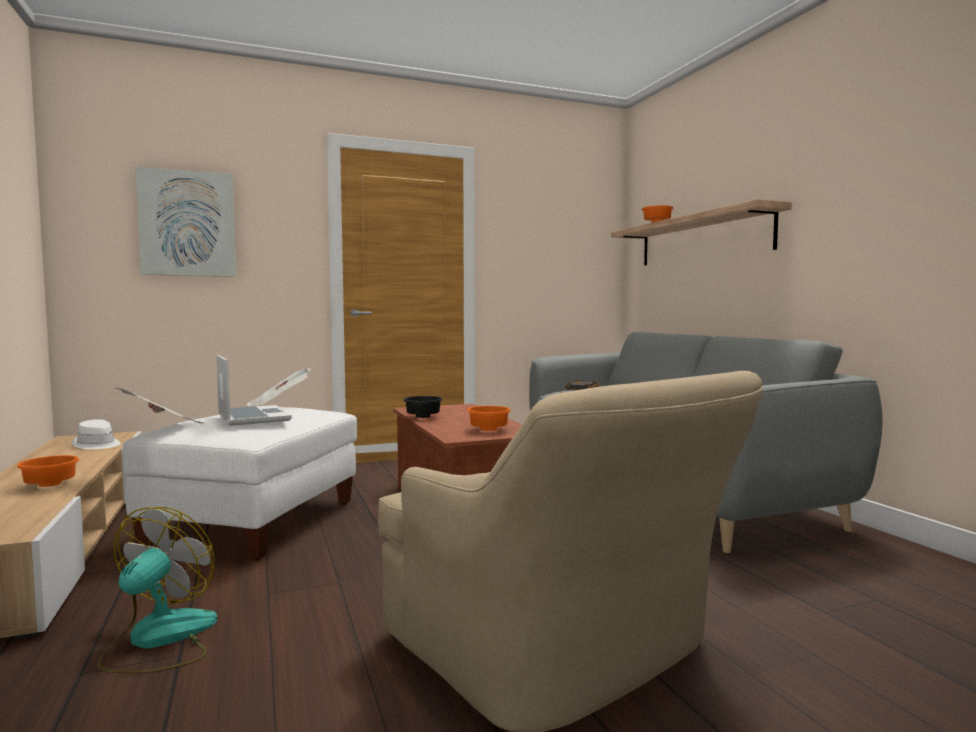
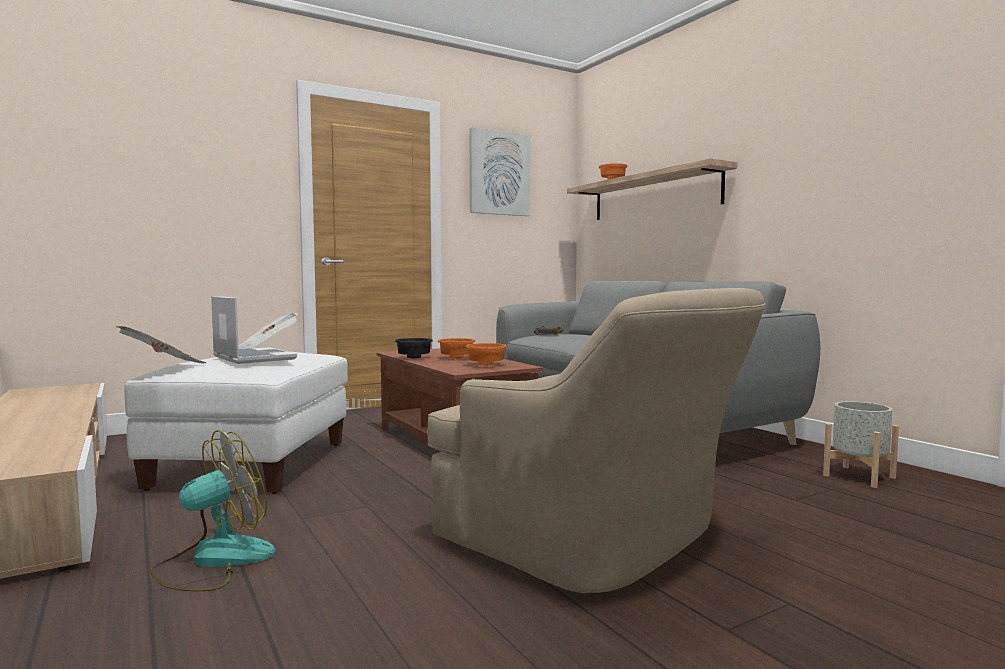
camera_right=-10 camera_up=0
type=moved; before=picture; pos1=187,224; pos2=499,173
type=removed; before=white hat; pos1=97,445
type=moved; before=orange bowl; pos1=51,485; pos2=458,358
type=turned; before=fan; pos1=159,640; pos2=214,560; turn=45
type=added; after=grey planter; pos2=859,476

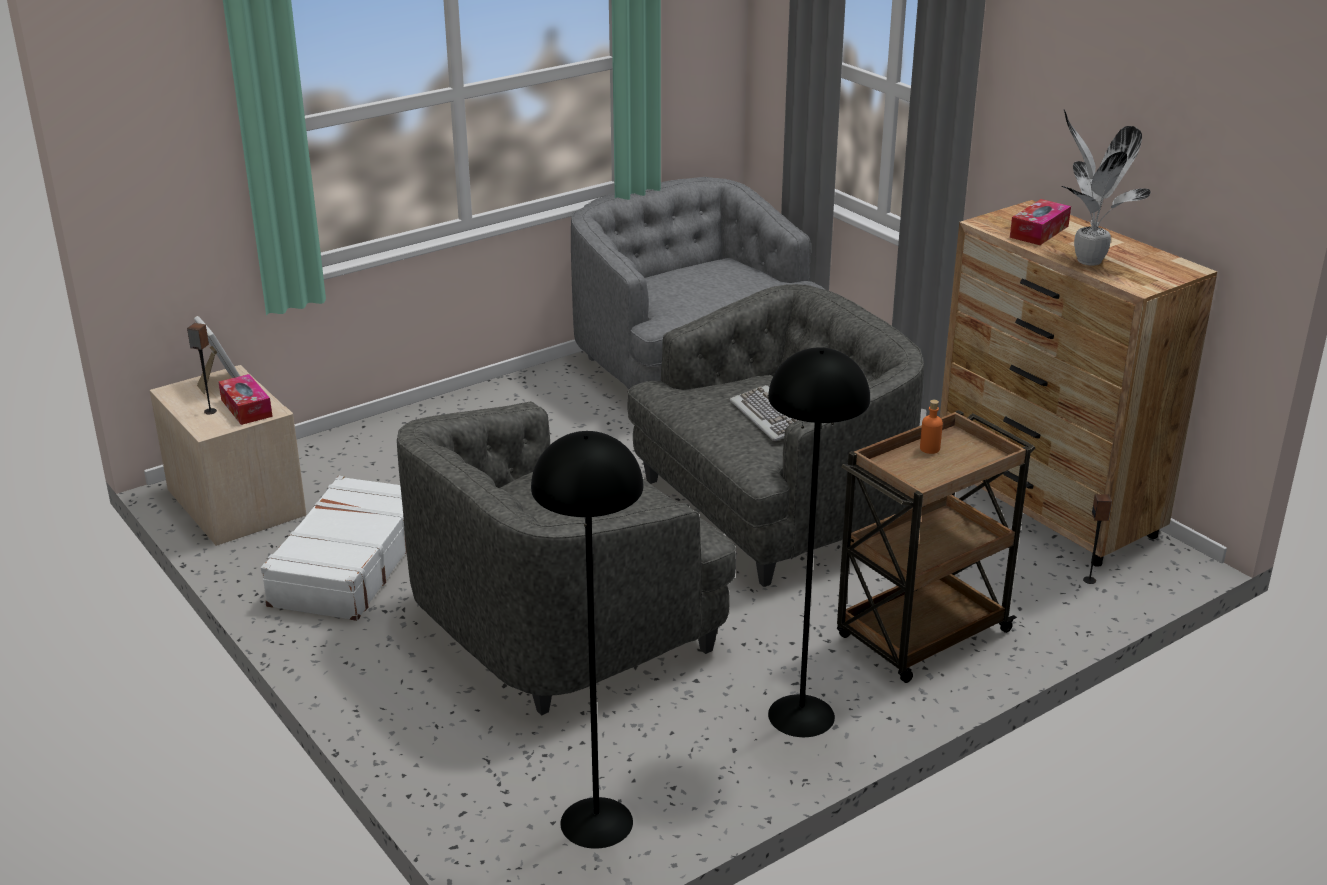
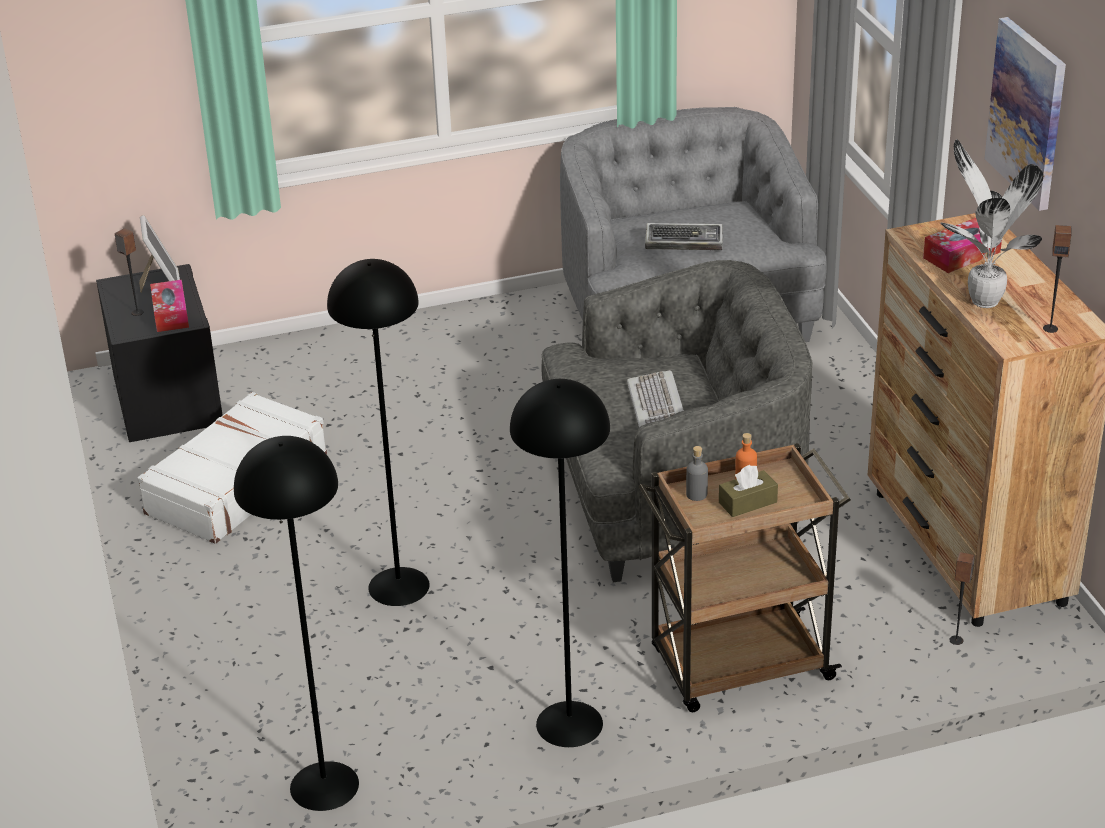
camera_right=20 camera_up=5
type=recoloured; before=beige nightstand; after=black nightstand; pos1=236,501; pos2=167,398
type=replaced; before=grey armchair; after=black floor lamp; pos1=563,626; pos2=398,586
type=added; after=picture; pos2=1027,113
type=added; after=keyboard; pos2=685,241
type=added; after=speaker; pos2=1050,328
type=added; after=grey bottle; pos2=696,494
type=added; after=brown tissue box; pos2=747,502

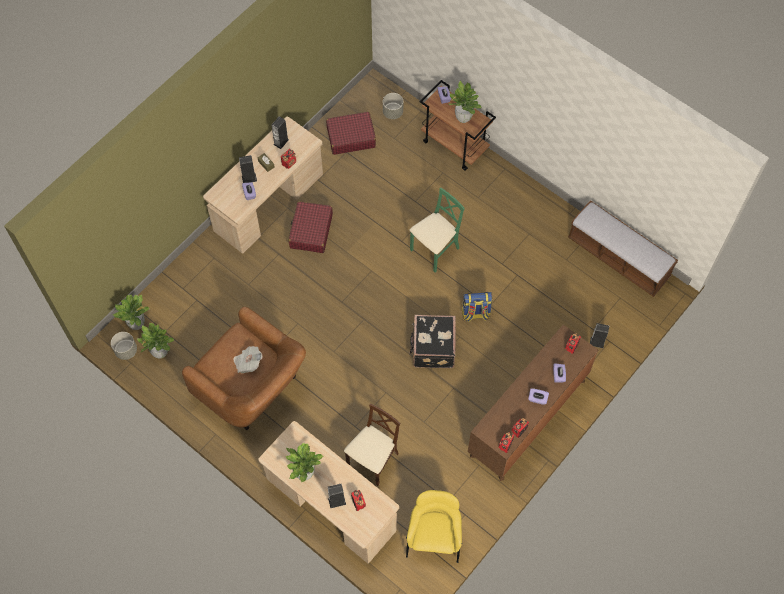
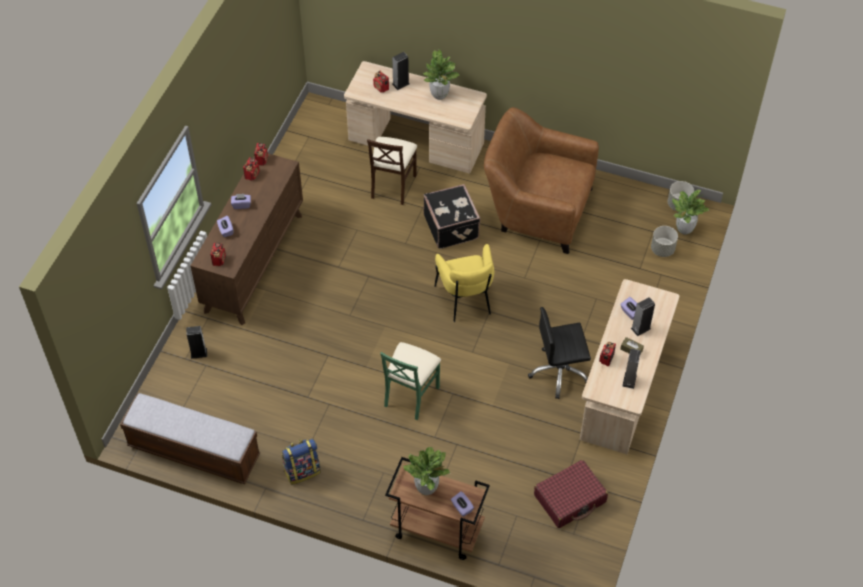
camera_right=160 camera_up=-10
type=moved; before=grey planter; pos1=393,112; pos2=662,249
type=replaced; before=red suitcase; after=black office chair; pos1=311,231; pos2=559,372
type=moved; before=backpack; pos1=475,314; pos2=302,471
type=moved; before=black suitcase; pos1=432,348; pos2=452,226
type=removed; before=potted plant; pos1=160,352
type=removed; before=newspaper; pos1=248,362
type=moved; before=yellow armchair; pos1=434,537; pos2=466,299

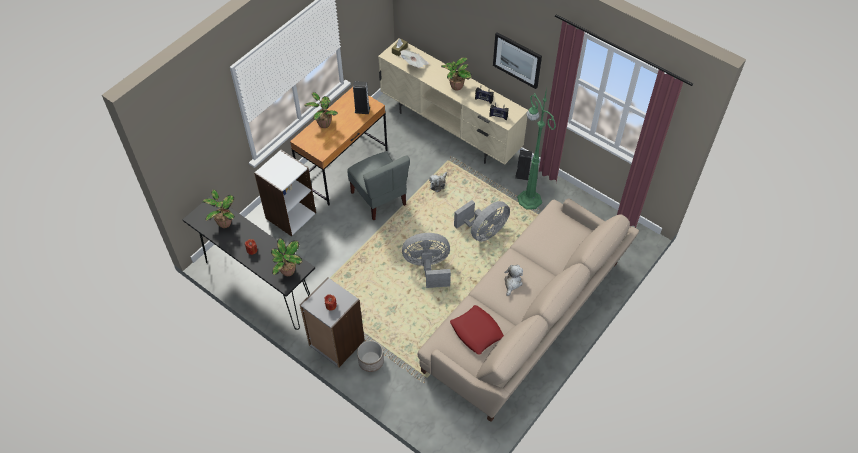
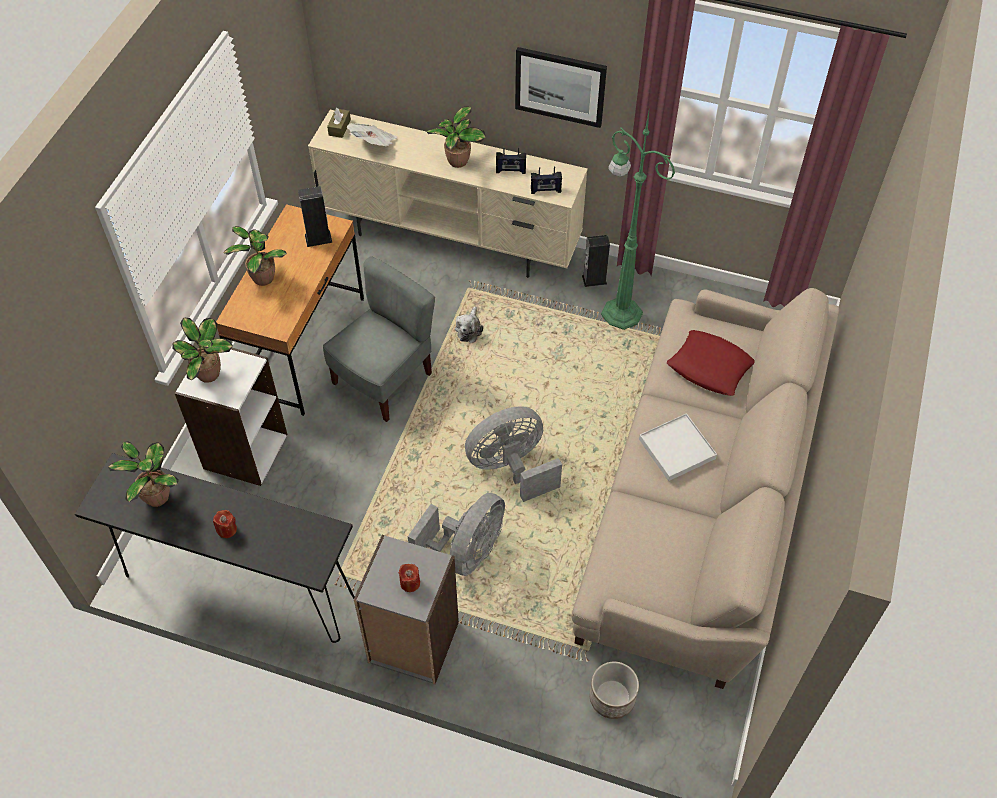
camera_right=-20 camera_up=0
type=turned; before=grey chair; pos1=379,198; pos2=384,380; turn=-90
type=moved; before=grey fan; pos1=483,231; pos2=466,552
type=moved; before=potted plant; pos1=288,271; pos2=210,374
type=replaced; before=plush toy; after=white tray; pos1=512,283; pos2=677,449
type=moved; before=red pillow; pos1=476,332; pos2=709,367
type=moved; before=planter; pos1=370,361; pos2=611,698

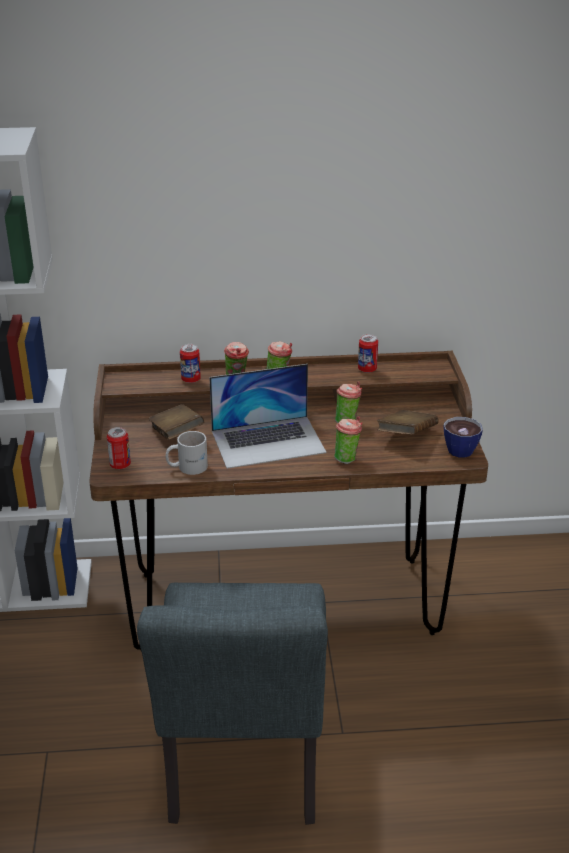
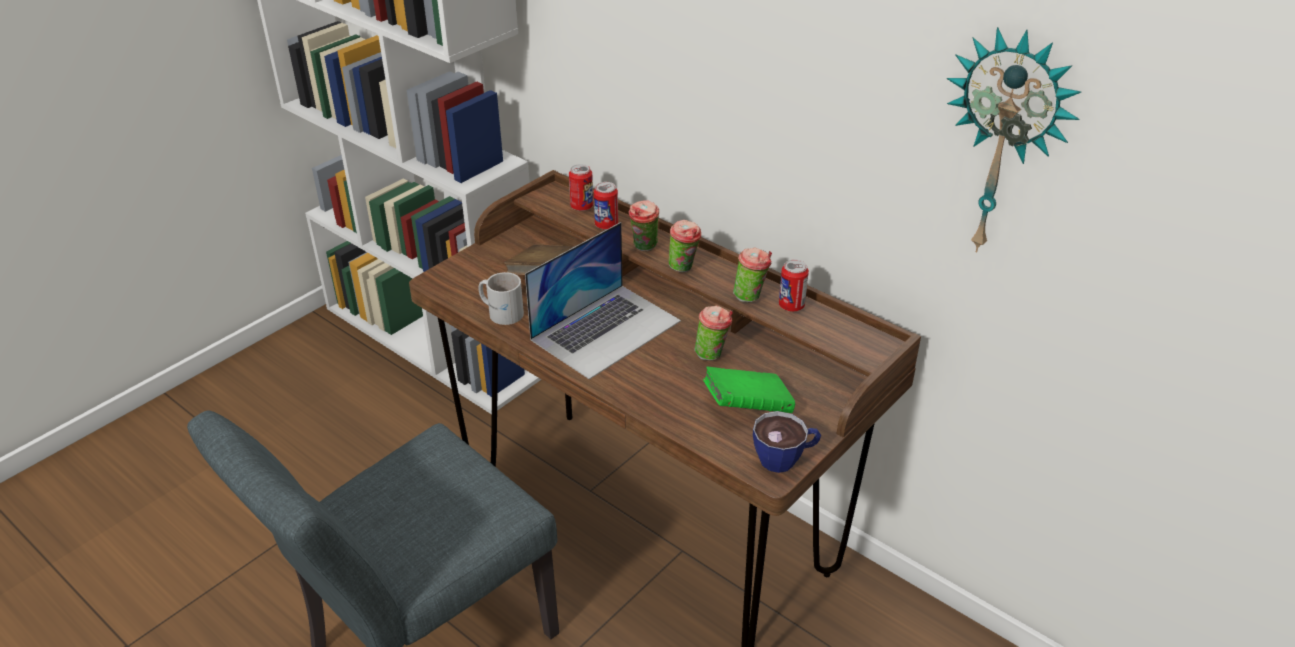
camera_right=45 camera_up=5
type=turned; before=laptop; pos1=268,441; pos2=606,330; turn=-75
type=recoloured; before=brown book; after=green book; pos1=406,436; pos2=747,407
type=moved; before=cup; pos1=347,458; pos2=751,297
type=moved; before=can; pos1=120,465; pos2=582,207
type=added; after=wall clock; pos2=1004,144

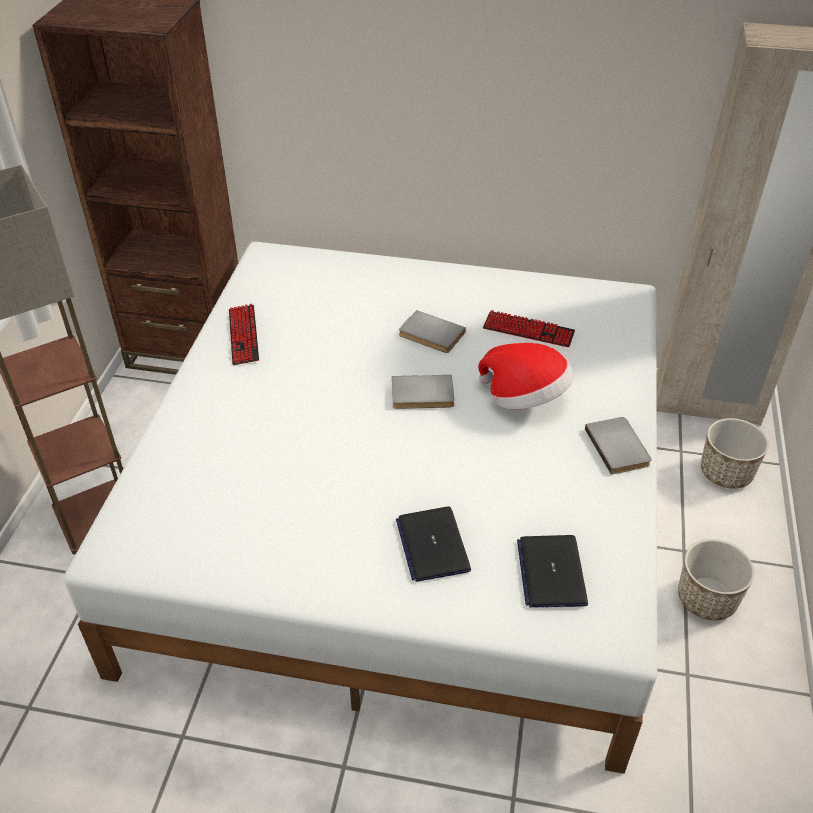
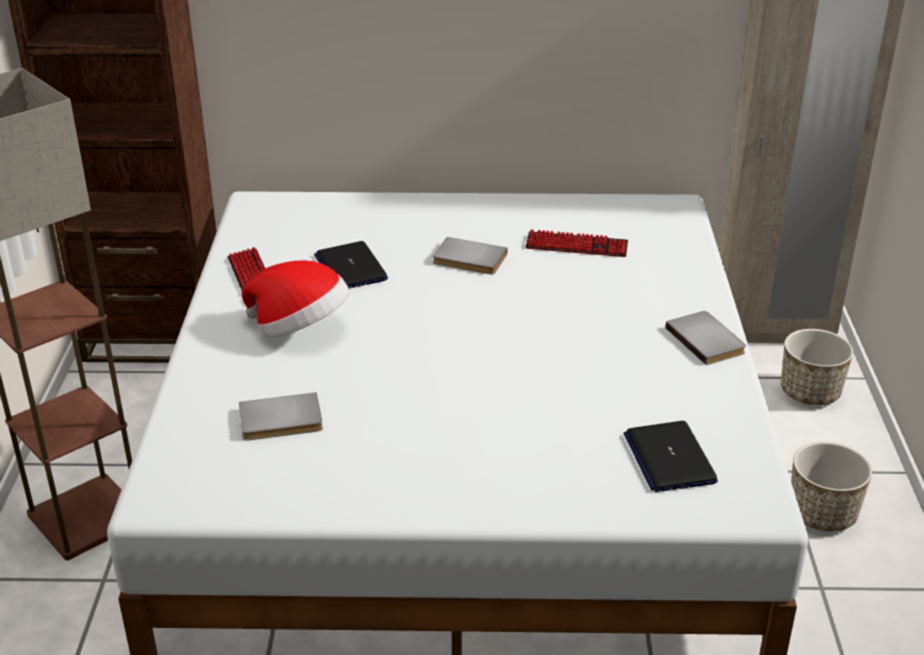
camera_right=-10 camera_up=-10
type=moved; before=hat; pos1=525,398; pos2=300,328
type=moved; before=grey book; pos1=422,395; pos2=281,421
type=moved; before=laptop; pos1=432,545; pos2=350,267

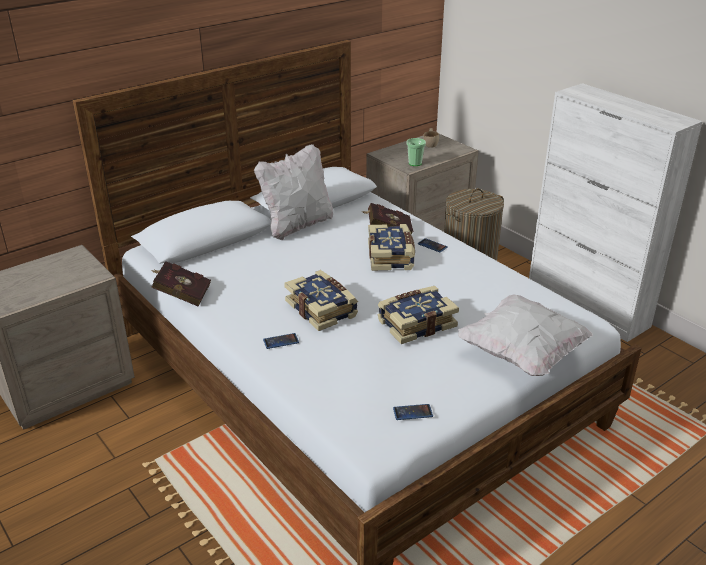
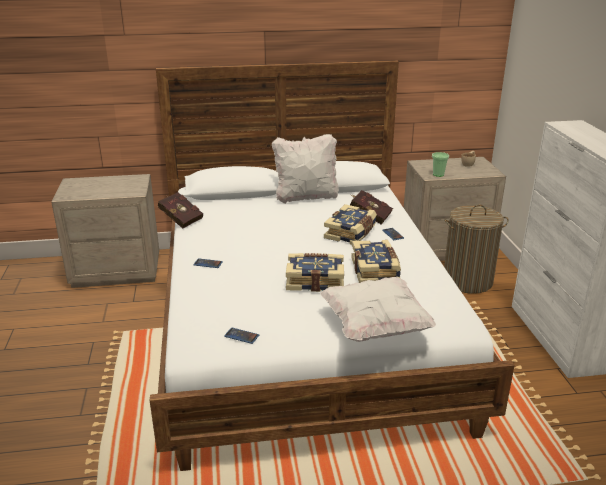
camera_right=30 camera_up=-5
type=moved; before=book; pos1=322,309; pos2=376,271

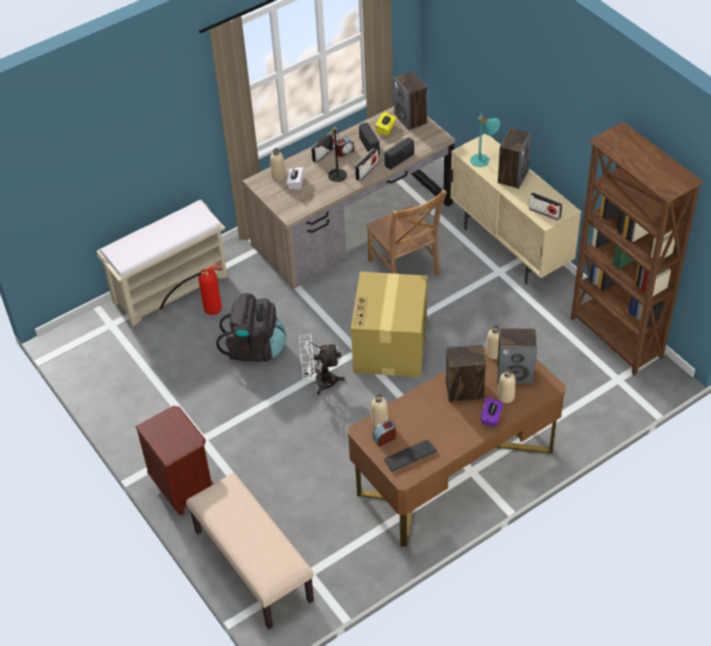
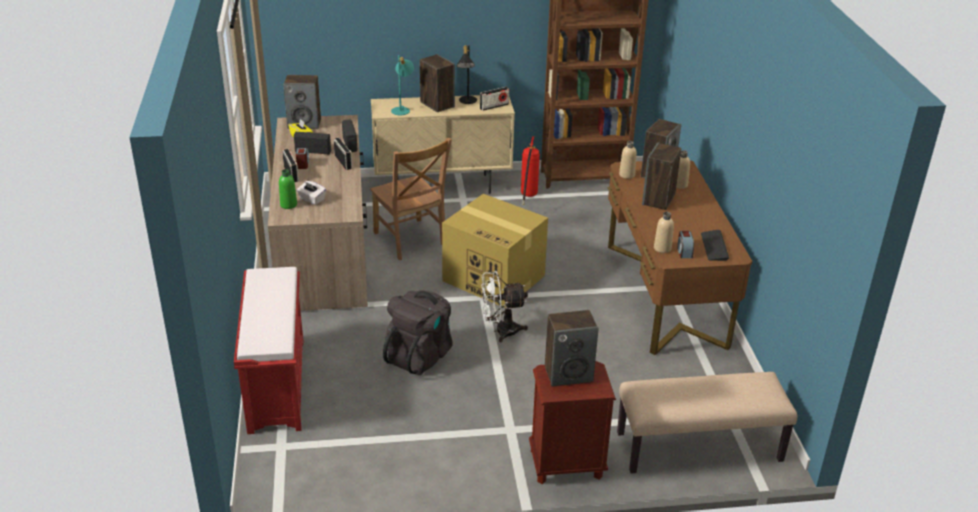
camera_right=-65 camera_up=-15
type=moved; before=black table lamp; pos1=333,176; pos2=466,101
type=recoloured; before=beige bottle; after=green bottle; pos1=278,175; pos2=288,205
type=turned; before=brown chair; pos1=405,270; pos2=411,241; turn=60
type=recoloured; before=beige bench; after=red bench; pos1=171,288; pos2=276,384
type=moved; before=fire extinguisher; pos1=202,311; pos2=527,198
type=turned; before=white fan; pos1=319,382; pos2=500,331; turn=60
type=removed; before=purple tissue box; pos1=491,417
type=added; after=speaker; pos2=568,374

